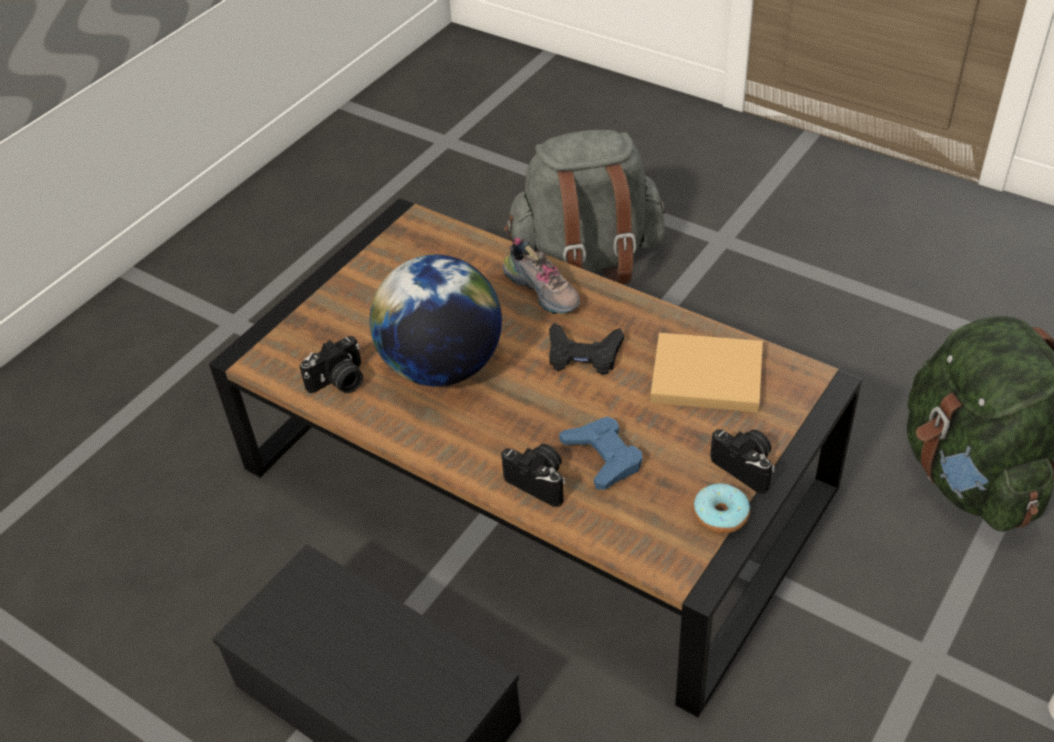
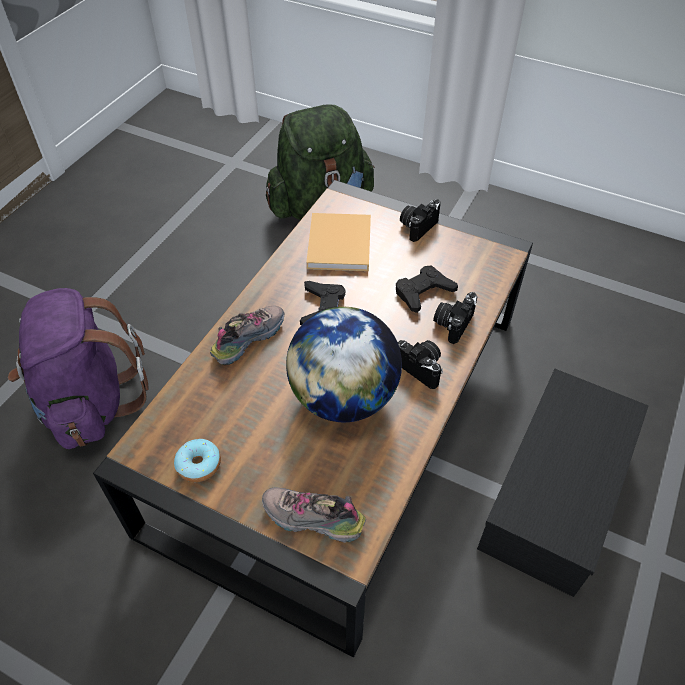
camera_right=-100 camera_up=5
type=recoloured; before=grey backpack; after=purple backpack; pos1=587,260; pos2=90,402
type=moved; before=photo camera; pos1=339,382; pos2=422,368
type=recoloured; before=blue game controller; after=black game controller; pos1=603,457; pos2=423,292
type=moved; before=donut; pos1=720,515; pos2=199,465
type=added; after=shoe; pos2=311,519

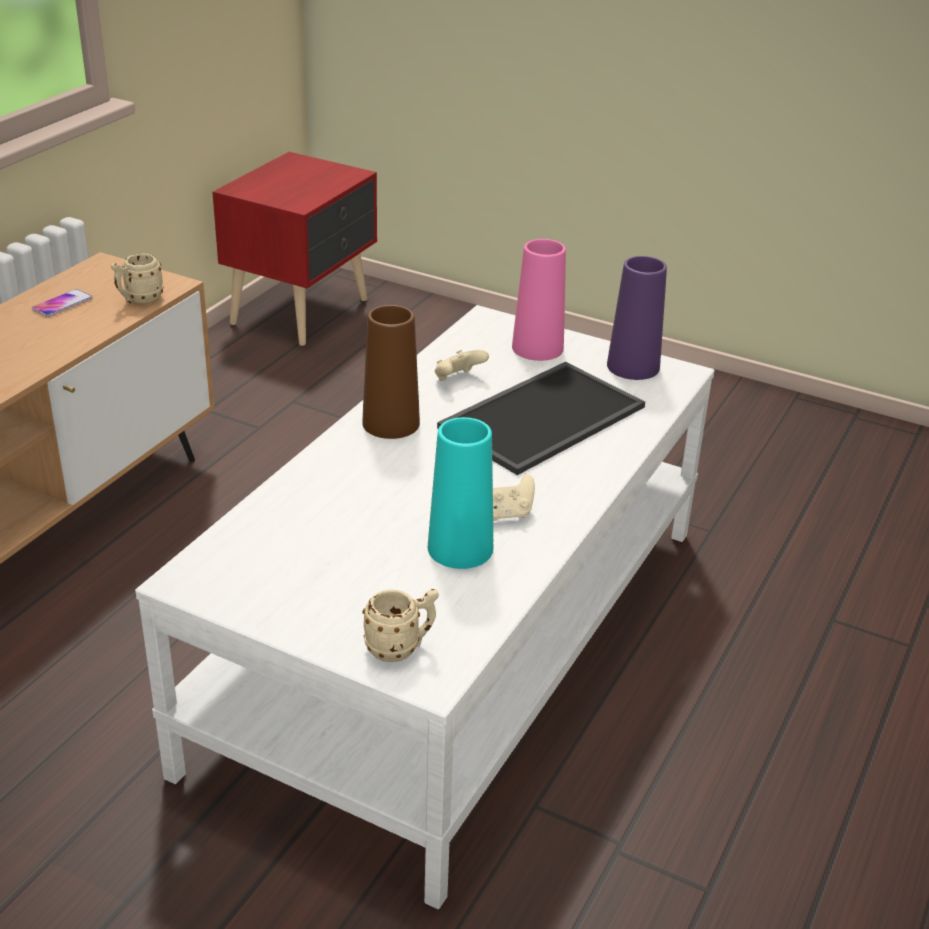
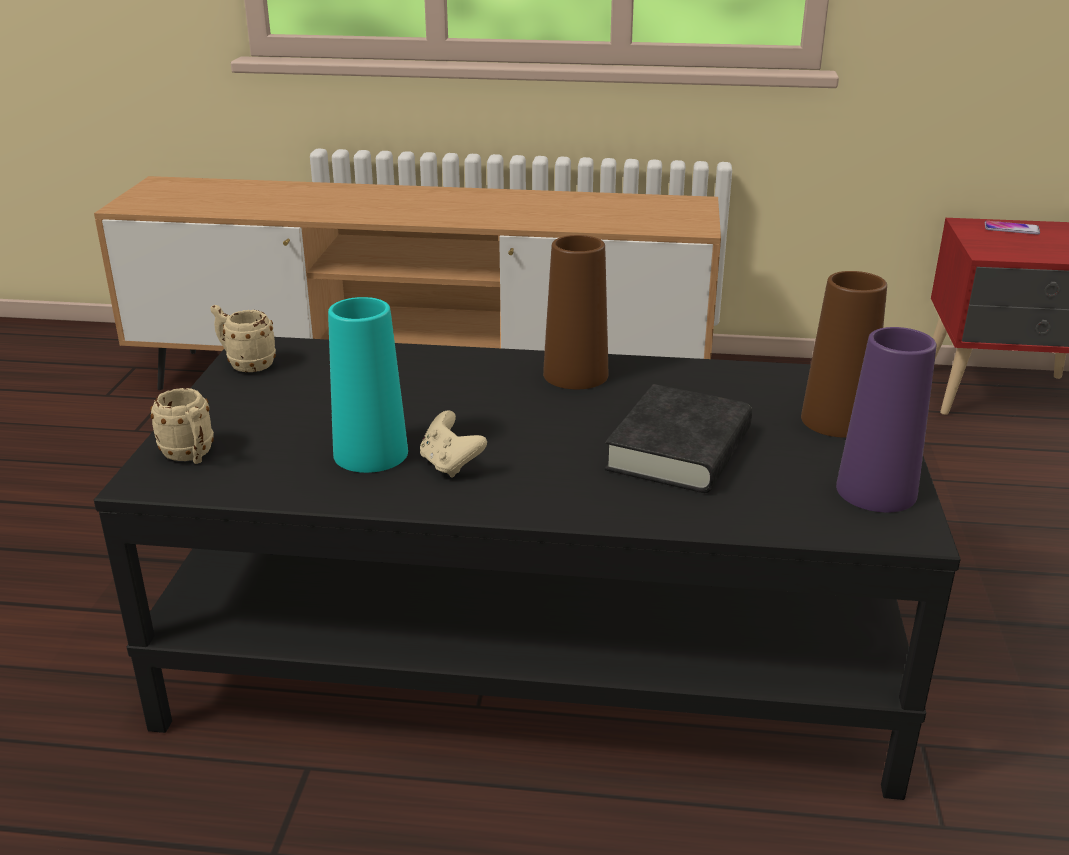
camera_right=70 camera_up=-5
type=recoloured; before=pink vase; after=brown vase; pos1=537,348; pos2=836,420
type=moved; before=beige mug; pos1=139,300; pos2=245,364
type=moved; before=phone; pos1=62,304; pos2=1011,229
type=recoloured; before=white coffee table; after=black coffee table; pos1=456,643; pos2=532,646
type=removed; before=beige game controller; pos1=458,379
type=replaced; before=tray; after=black book; pos1=541,415; pos2=679,450

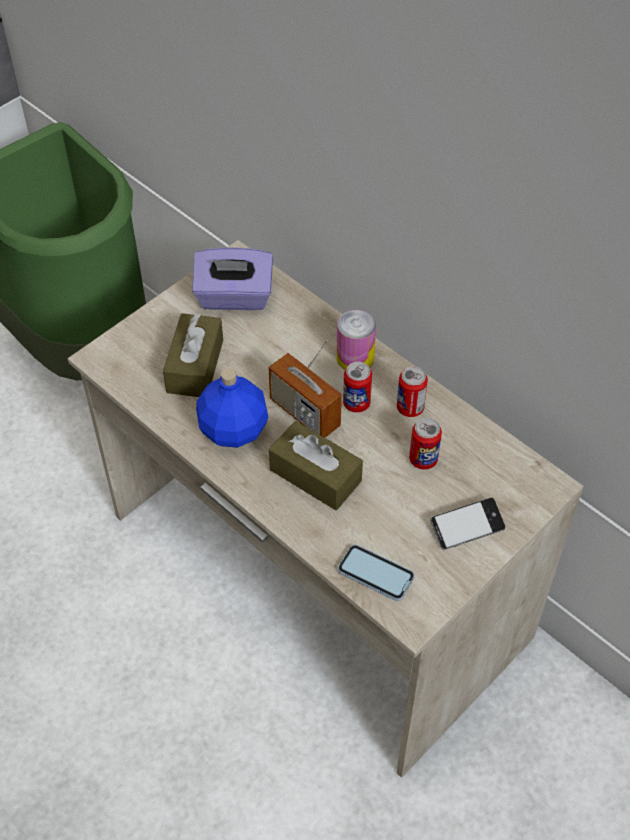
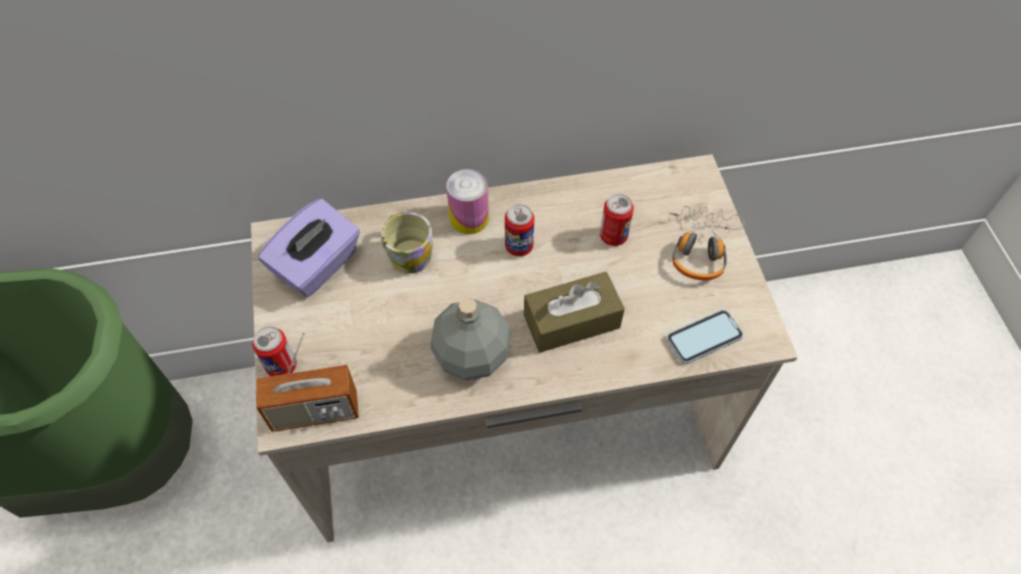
camera_right=-55 camera_up=5
type=removed; before=brown tissue box; pos1=195,366
type=moved; before=radio; pos1=304,413; pos2=315,412
type=moved; before=can; pos1=410,408; pos2=281,366
type=recoloured; before=blue bottle; after=grey bottle; pos1=233,429; pos2=470,355
type=replaced; before=phone; after=headphones; pos1=467,527; pos2=700,248
type=added; after=mug; pos2=408,252

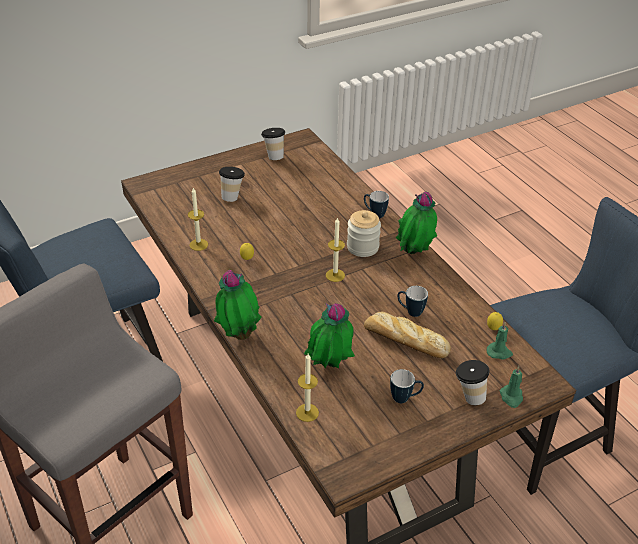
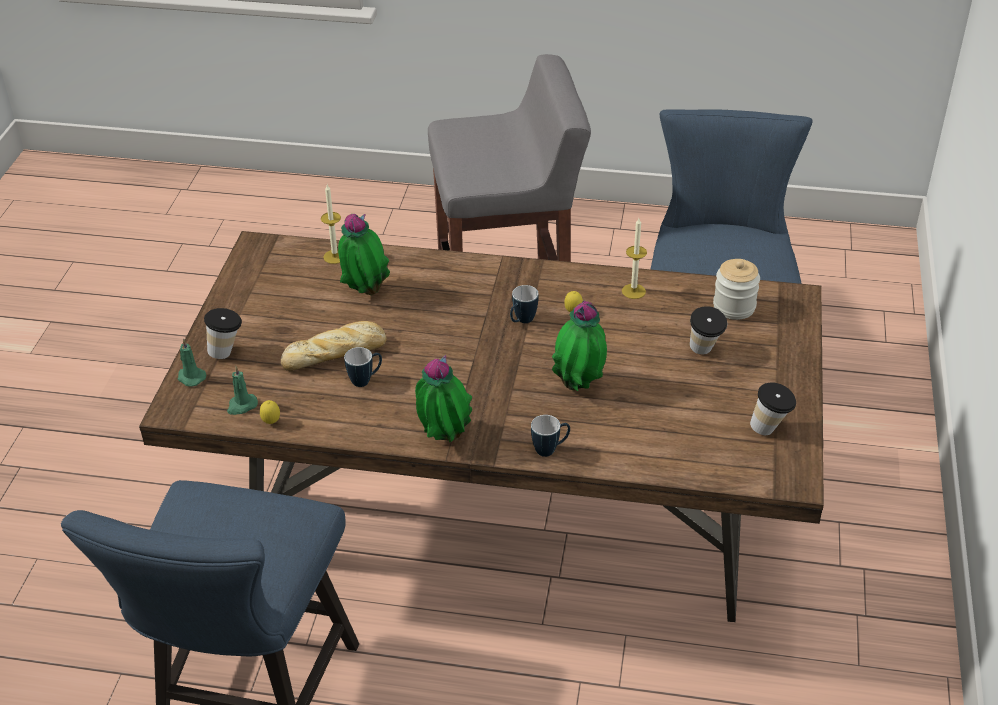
camera_right=130 camera_up=0
type=moved; before=jar; pos1=362,247; pos2=734,307
type=removed; before=candle; pos1=335,275
type=moved; before=potted plant; pos1=239,334; pos2=579,386
type=moved; before=mug; pos1=405,398; pos2=522,321

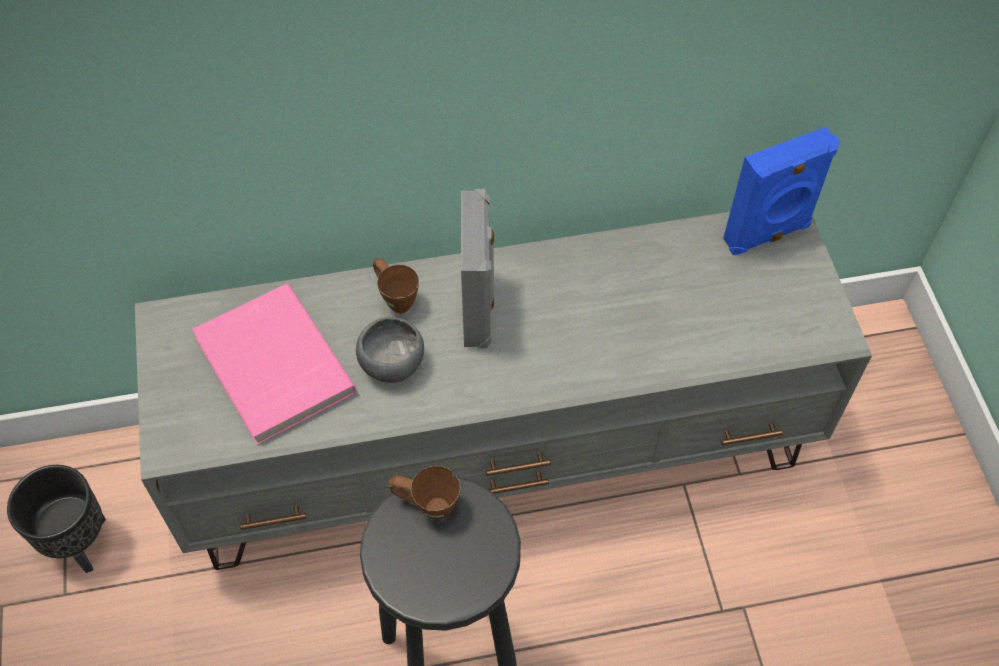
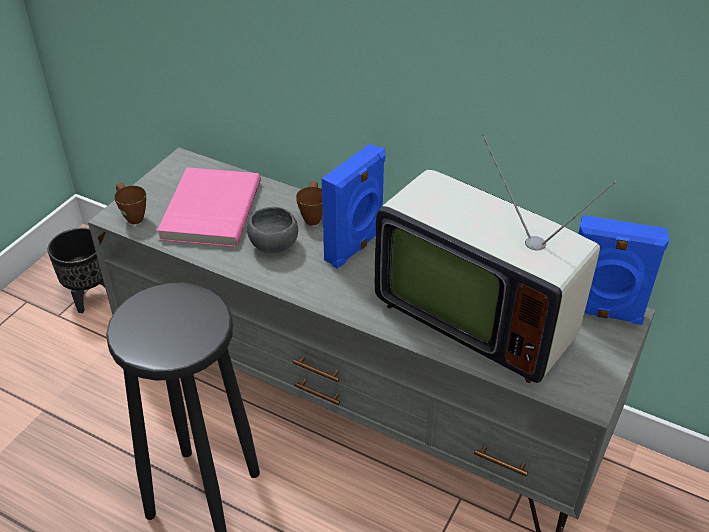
camera_right=40 camera_up=-15
type=recoloured; before=grey speaker; after=blue speaker; pos1=479,308; pos2=355,247
type=moved; before=brown mug; pos1=426,506; pos2=132,215
type=added; after=television; pos2=476,315

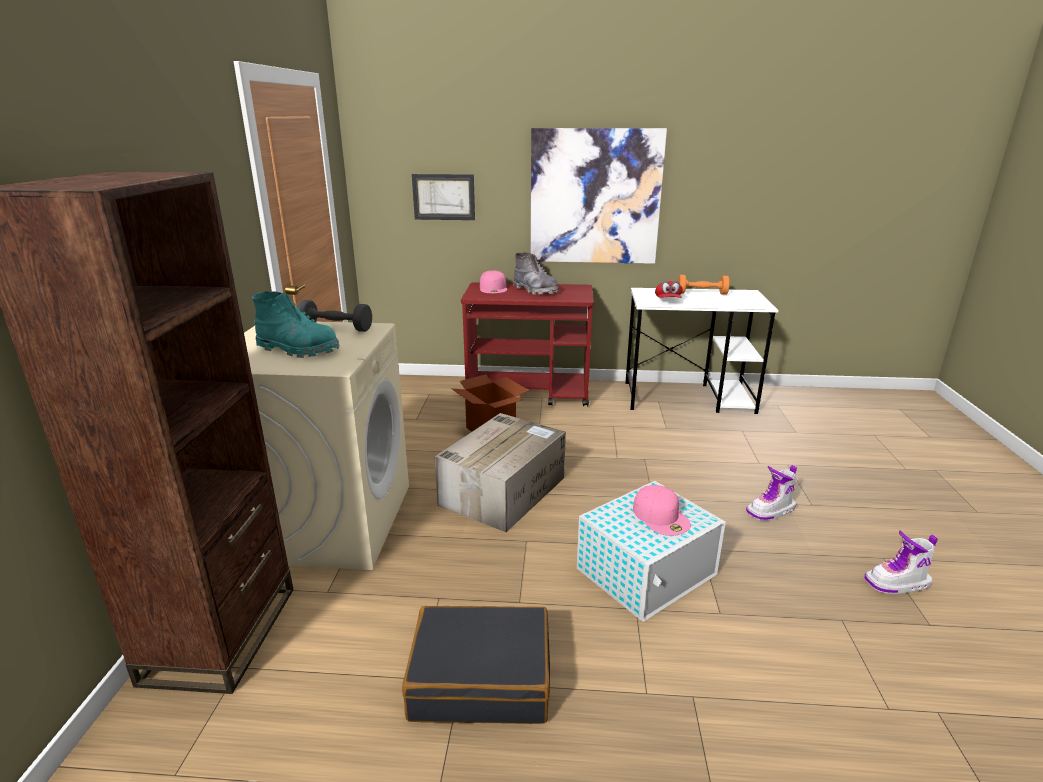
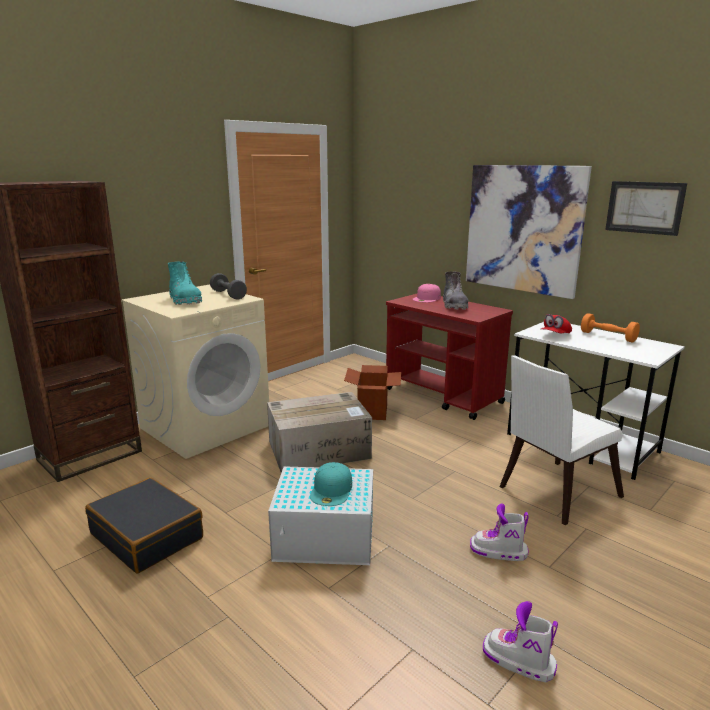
camera_right=40 camera_up=-5
type=moved; before=picture; pos1=444,197; pos2=644,207
type=recoloured; before=pink cap; after=turquoise cap; pos1=661,516; pos2=332,490
type=added; after=white chair; pos2=553,493

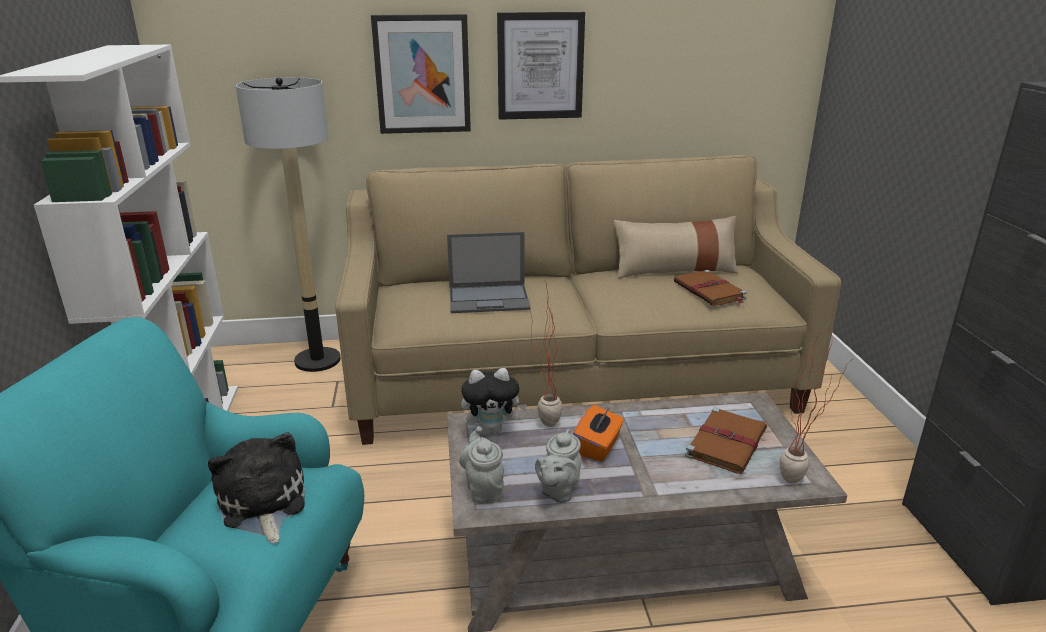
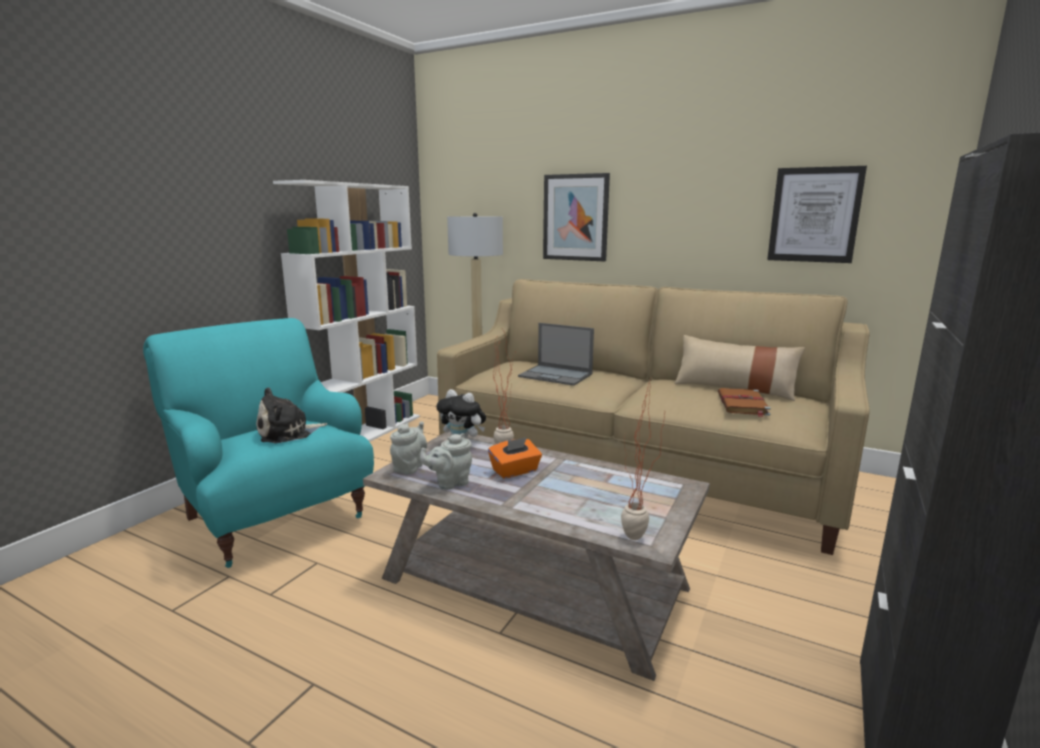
camera_right=35 camera_up=-10
type=moved; before=picture; pos1=540,66; pos2=814,215
type=removed; before=brown book; pos1=726,442
type=turned; before=plush toy; pos1=262,505; pos2=287,433; turn=-135

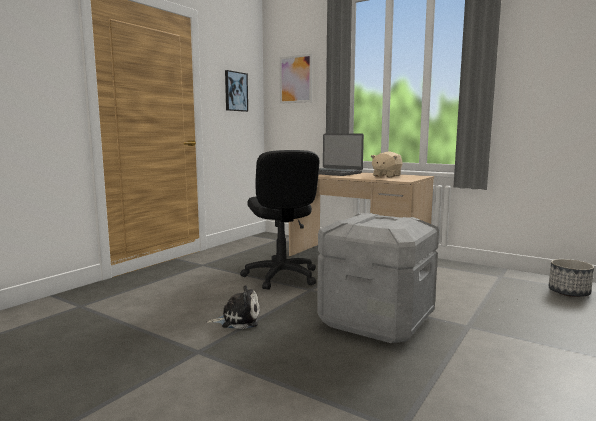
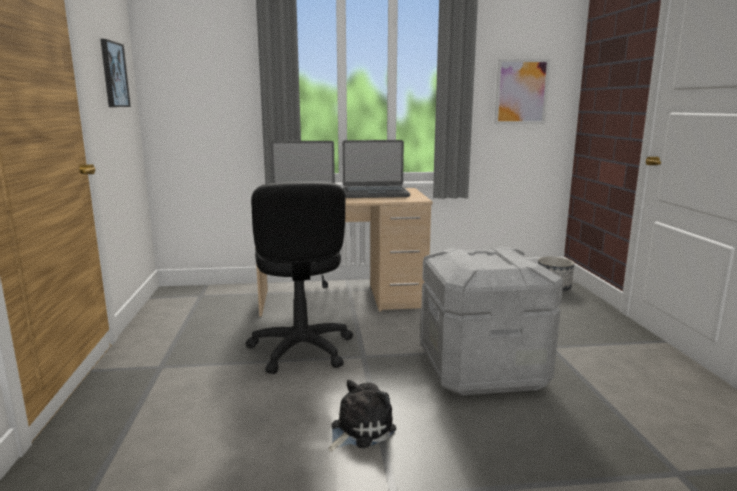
camera_right=-40 camera_up=5
type=moved; before=picture; pos1=295,79; pos2=521,92
type=turned; before=black office chair; pos1=281,276; pos2=301,349; turn=45
type=replaced; before=beige plush toy; after=laptop; pos1=386,176; pos2=375,193

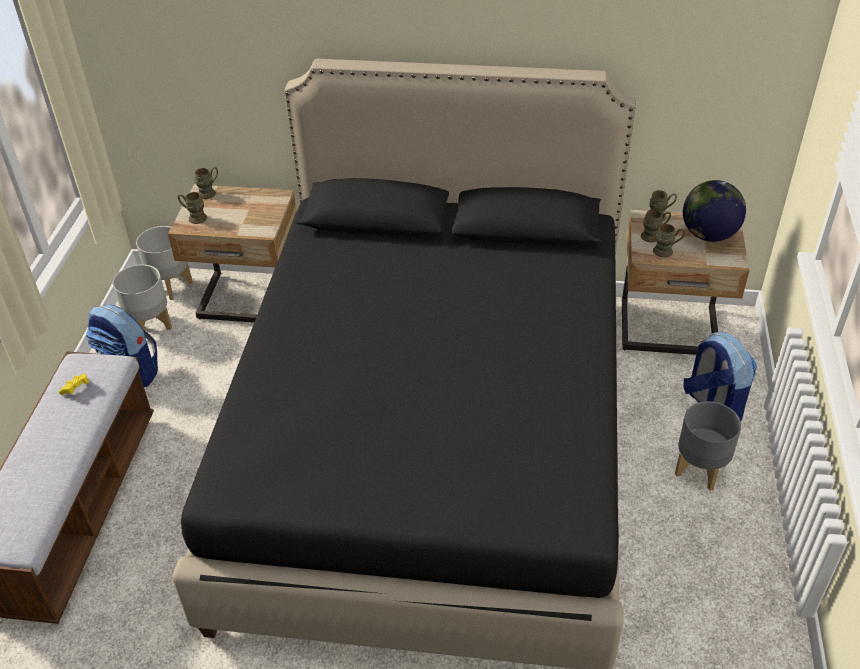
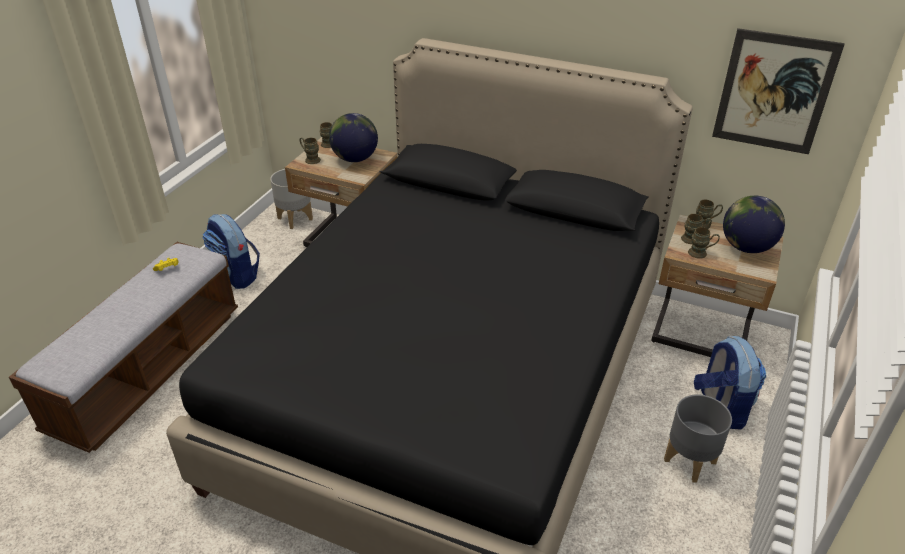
camera_right=15 camera_up=-5
type=removed; before=grey planter; pos1=150,326
type=added; after=picture; pos2=774,92
type=added; after=globe; pos2=355,159

